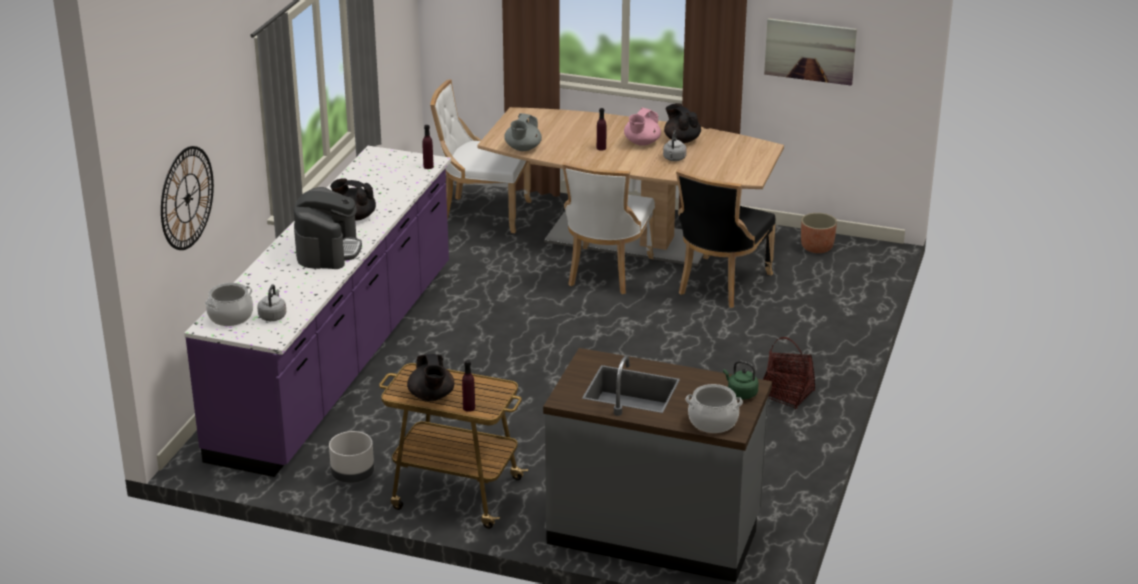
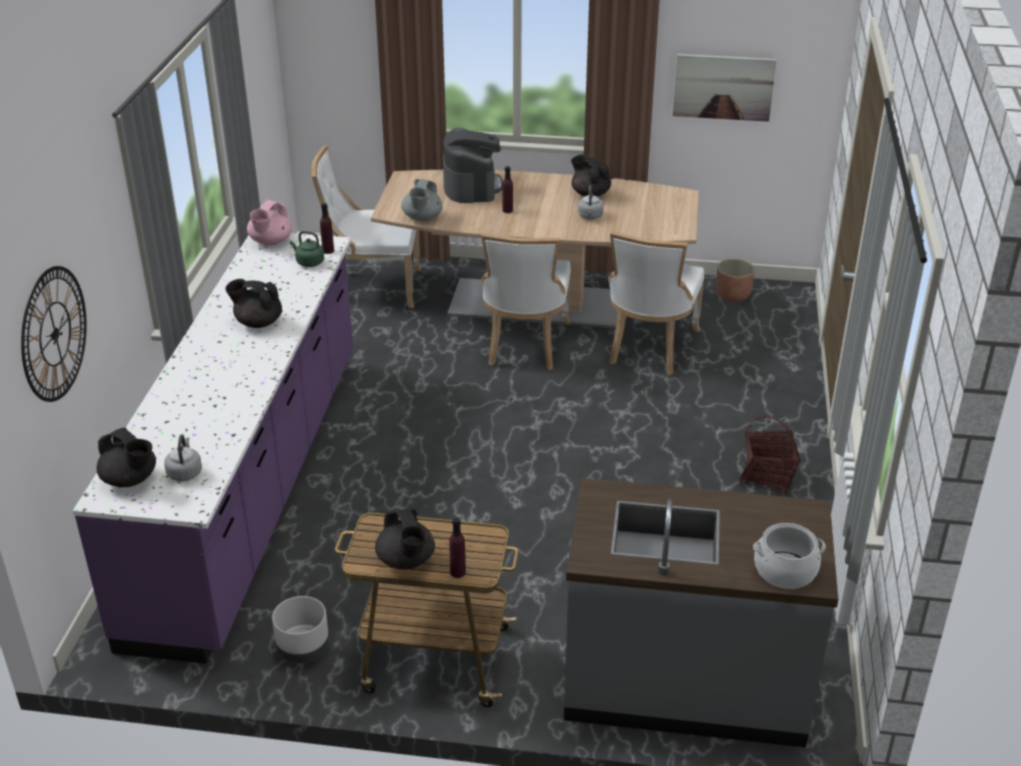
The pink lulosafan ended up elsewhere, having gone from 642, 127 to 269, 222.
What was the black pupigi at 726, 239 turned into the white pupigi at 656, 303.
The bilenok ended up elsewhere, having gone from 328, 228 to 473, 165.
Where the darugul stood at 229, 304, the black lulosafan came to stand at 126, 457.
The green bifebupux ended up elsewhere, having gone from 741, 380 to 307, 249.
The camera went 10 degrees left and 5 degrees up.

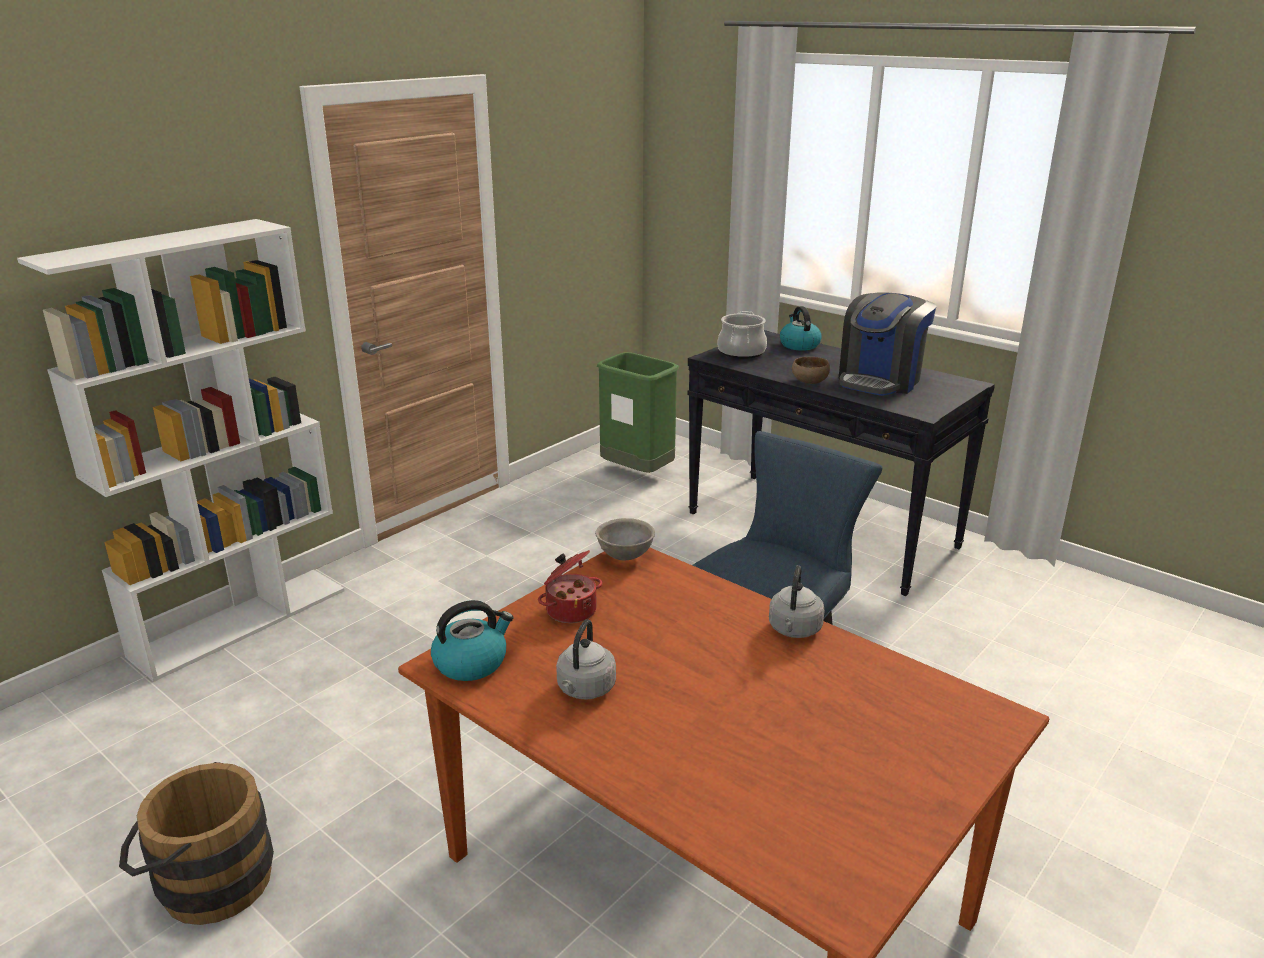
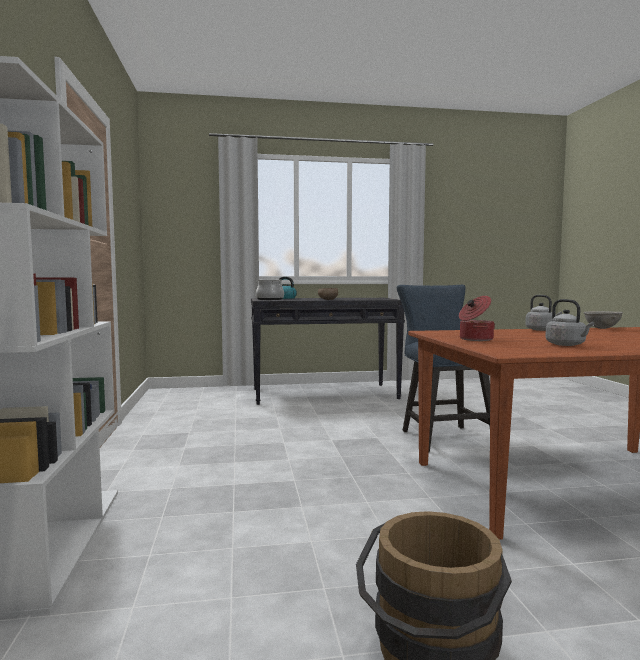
The second view lost the bilenok at 887, 344.
The second view lost the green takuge at 638, 412.
The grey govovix ended up elsewhere, having gone from 625, 539 to 603, 320.
The second view lost the bifebupux at 472, 640.
The camera went 50 degrees left and 20 degrees down.

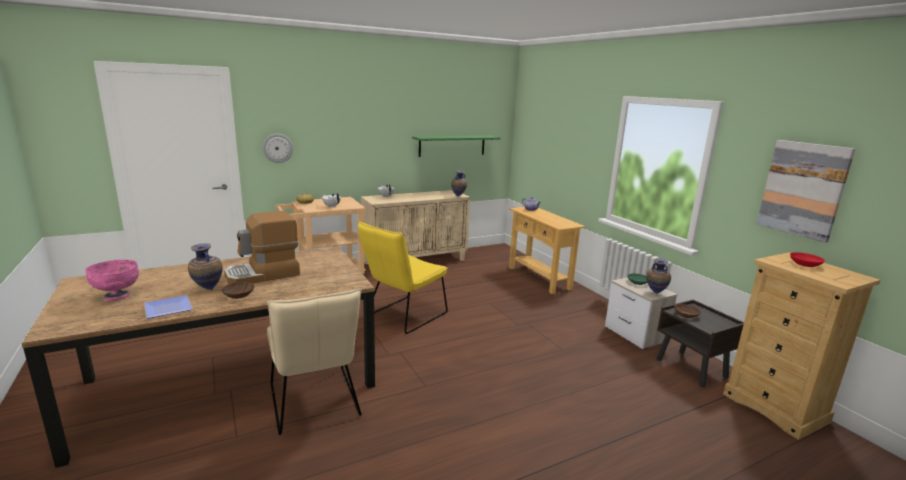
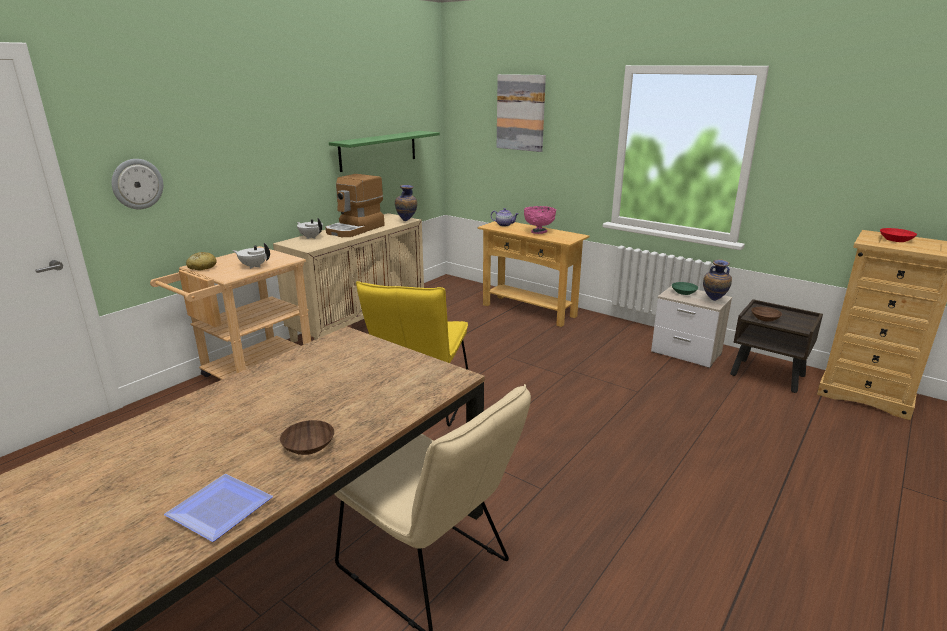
The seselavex ended up elsewhere, having gone from 806, 191 to 521, 113.
The bilenok ended up elsewhere, having gone from 262, 247 to 355, 205.
The second view lost the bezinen at 205, 266.
The pink govovix ended up elsewhere, having gone from 112, 280 to 540, 220.
The camera went 25 degrees left and 5 degrees up.

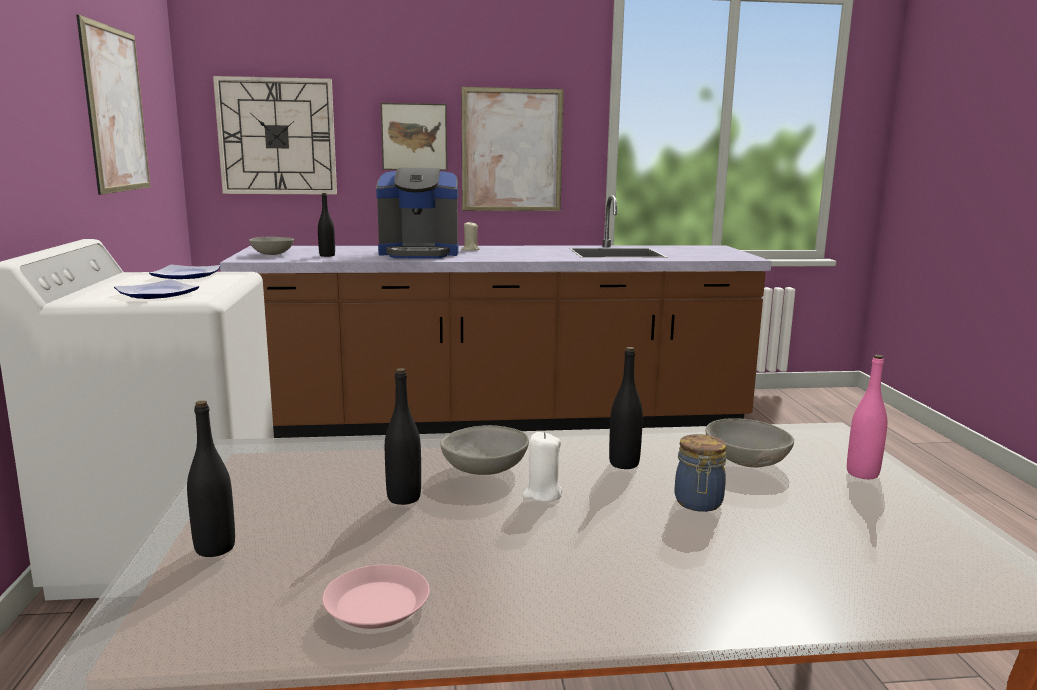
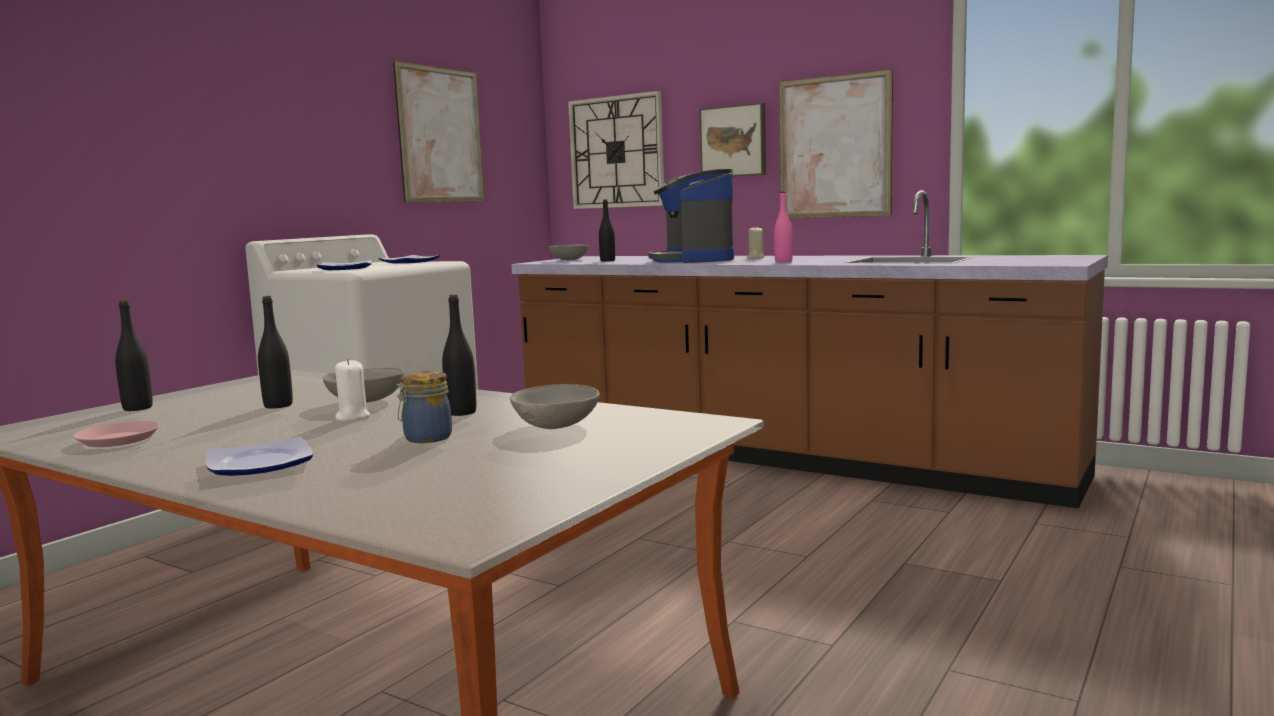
The bilenok at 417, 213 ended up facing another way, 45 degrees clockwise from before.
The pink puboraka ended up elsewhere, having gone from 867, 417 to 783, 227.
The second view gained the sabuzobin at 259, 456.
The camera went 40 degrees right and 5 degrees down.

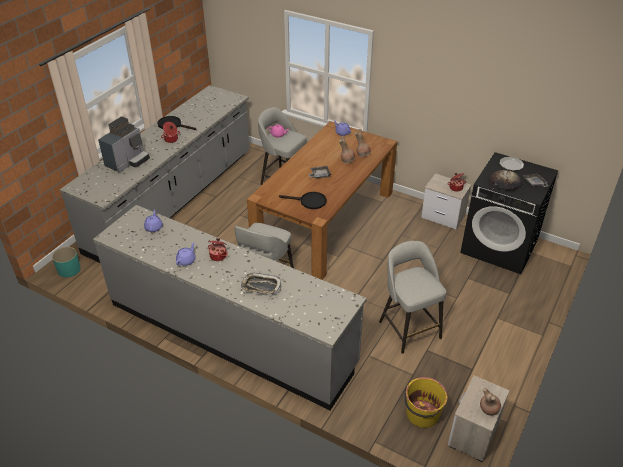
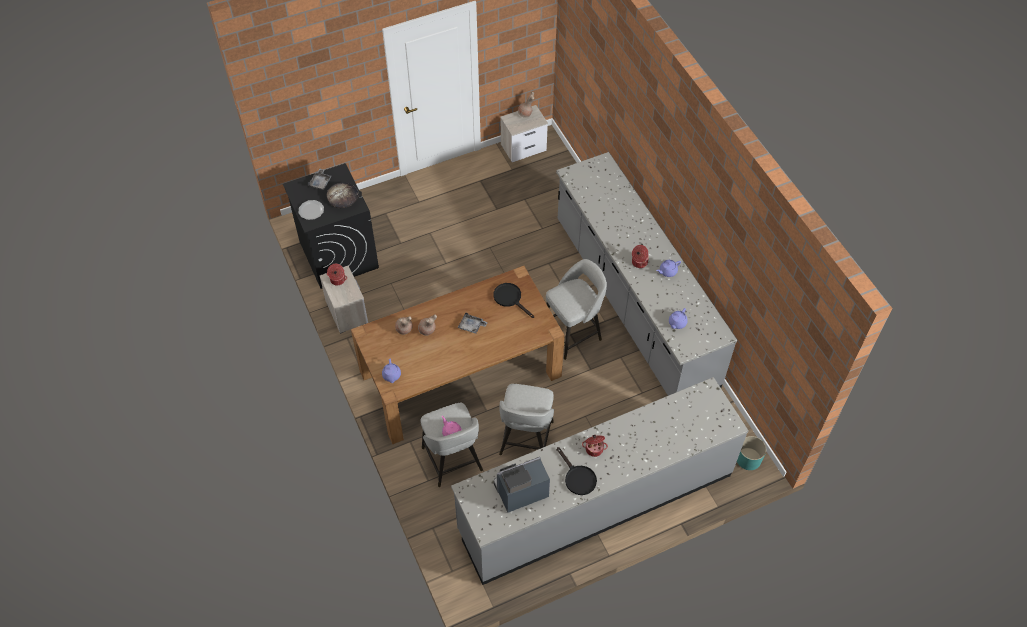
The bilenok ended up elsewhere, having gone from 124, 144 to 522, 485.
The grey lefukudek ended up elsewhere, having gone from 412, 297 to 526, 419.
The second view lost the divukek at 261, 284.
The second view lost the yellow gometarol at 426, 402.
The camera went 145 degrees left and 15 degrees up.

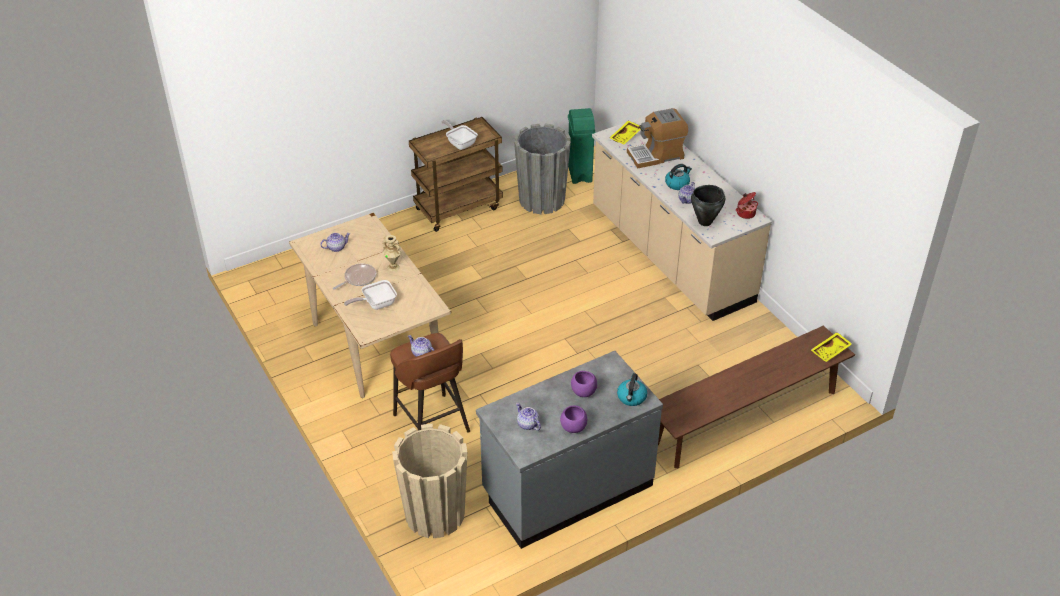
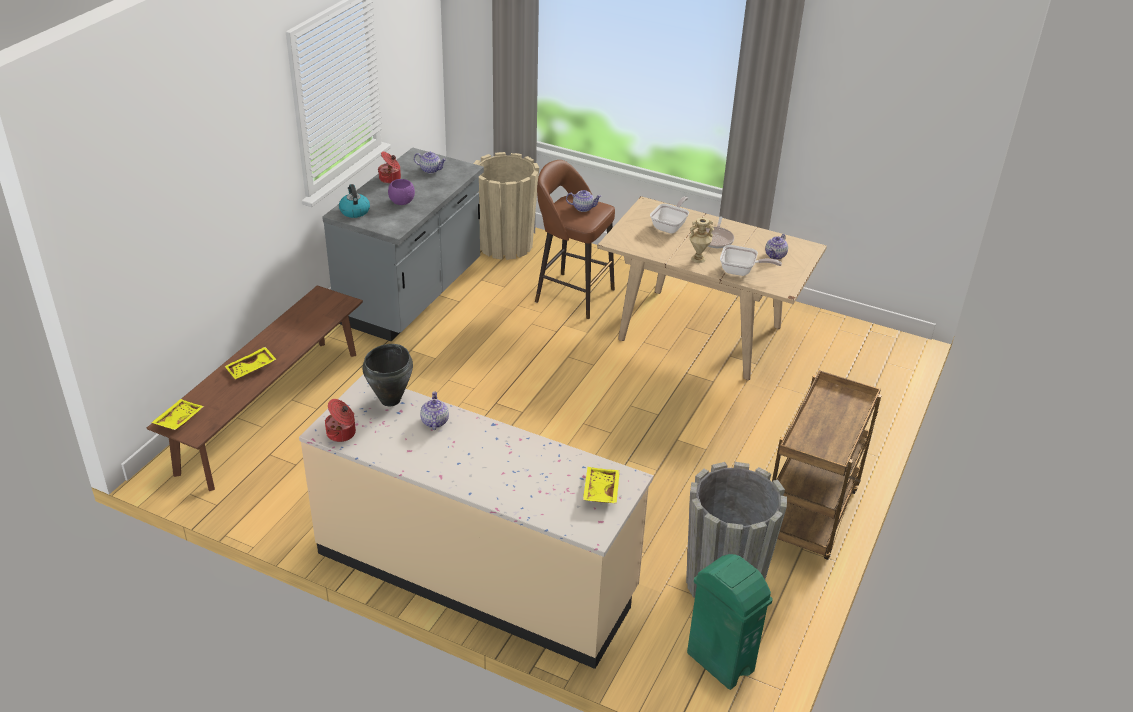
The second view lost the bilenok at 657, 138.
The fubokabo ended up elsewhere, having gone from 459, 135 to 751, 260.
The second view lost the bifebupux at 678, 177.
Where the purple govovix stood at 573, 419, the darugul came to stand at 389, 167.
The second view gained the yellow divukek at 251, 363.
The camera went 145 degrees right and 5 degrees down.

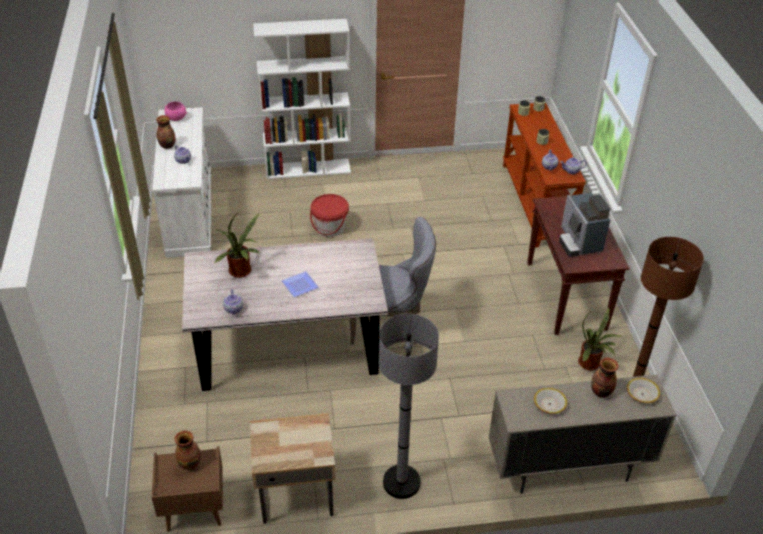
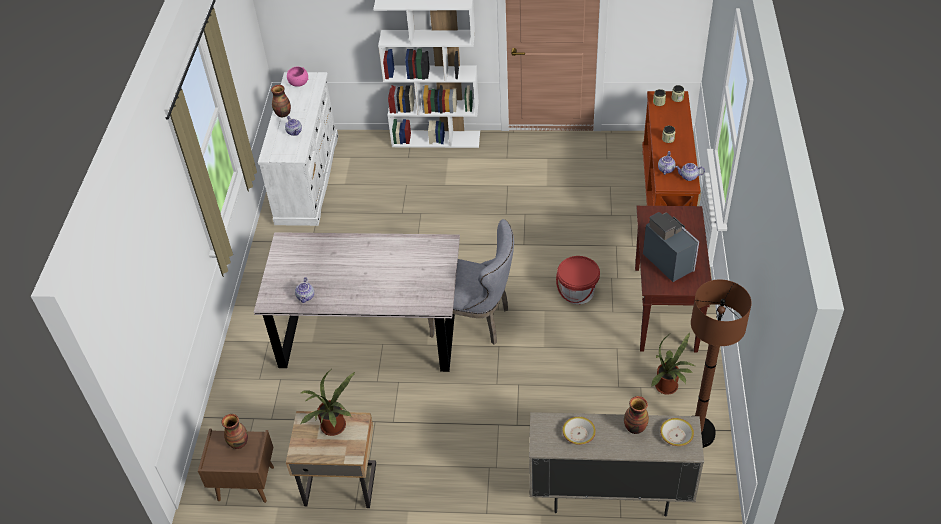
The bilenok at 584, 225 ended up facing another way, 150 degrees clockwise from before.
The red gometarol ended up elsewhere, having gone from 329, 215 to 578, 280.
The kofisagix ended up elsewhere, having gone from 237, 245 to 328, 403.
The second view lost the sabuzobin at 300, 284.
The second view lost the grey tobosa at 409, 406.
The camera went 15 degrees right and 5 degrees up.

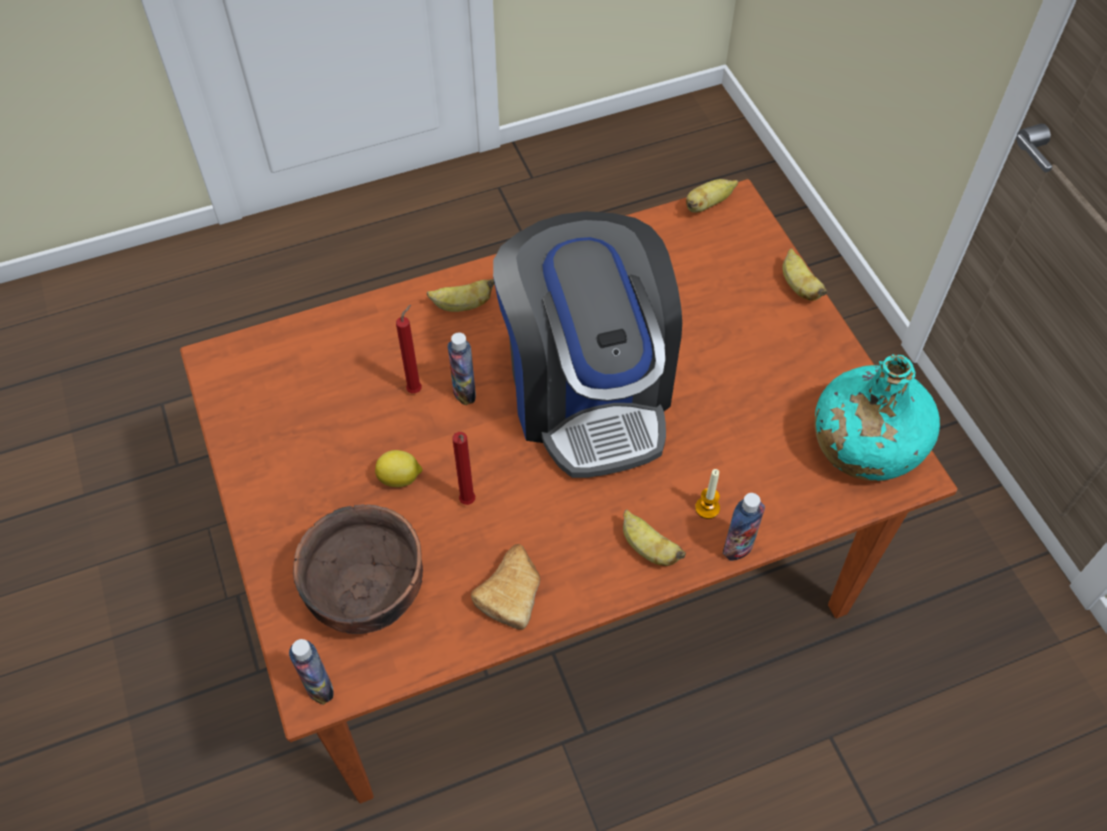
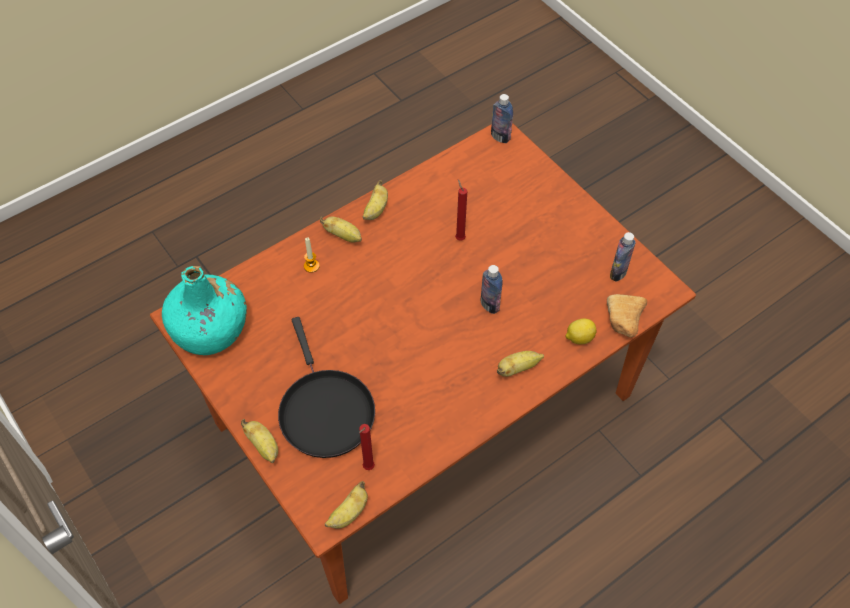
The second view lost the bilenok at 587, 344.
The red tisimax ended up elsewhere, having gone from 409, 349 to 367, 447.
The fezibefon ended up elsewhere, having gone from 399, 468 to 581, 331.
The puboraka ended up elsewhere, having gone from 744, 527 to 623, 257.
The second view lost the brown govovix at 358, 569.
The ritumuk ended up elsewhere, having gone from 505, 587 to 627, 316.
The second view gained the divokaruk at 375, 200.
The second view gained the black fubokabo at 326, 387.
The camera went 165 degrees right and 0 degrees up.

